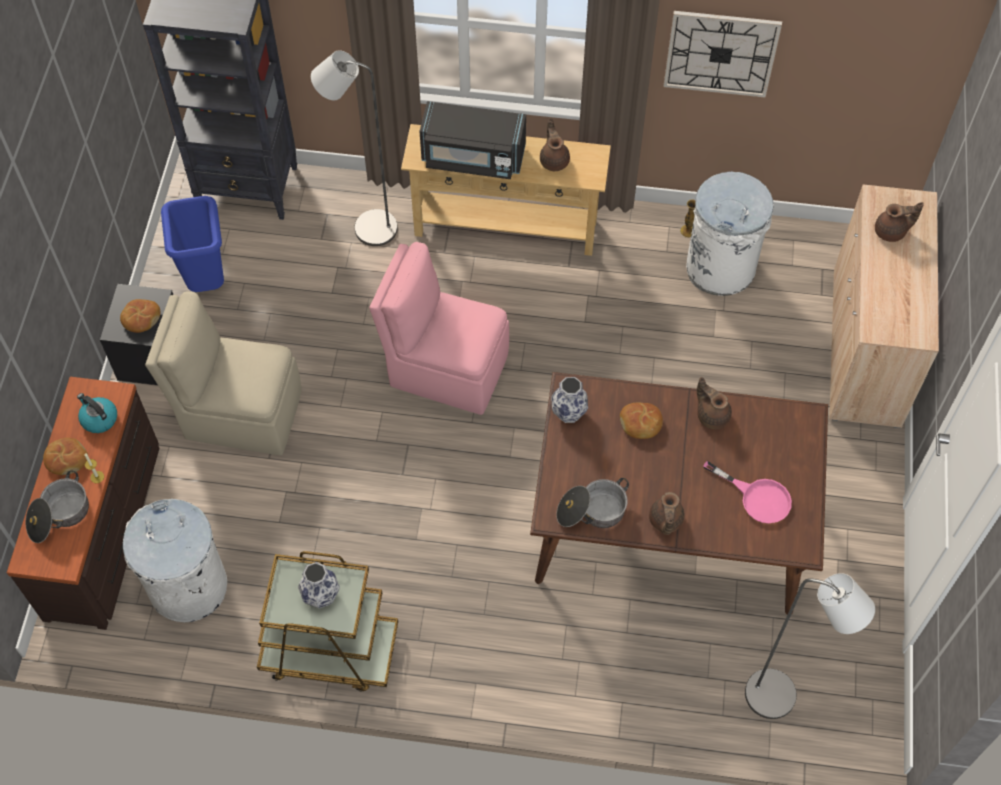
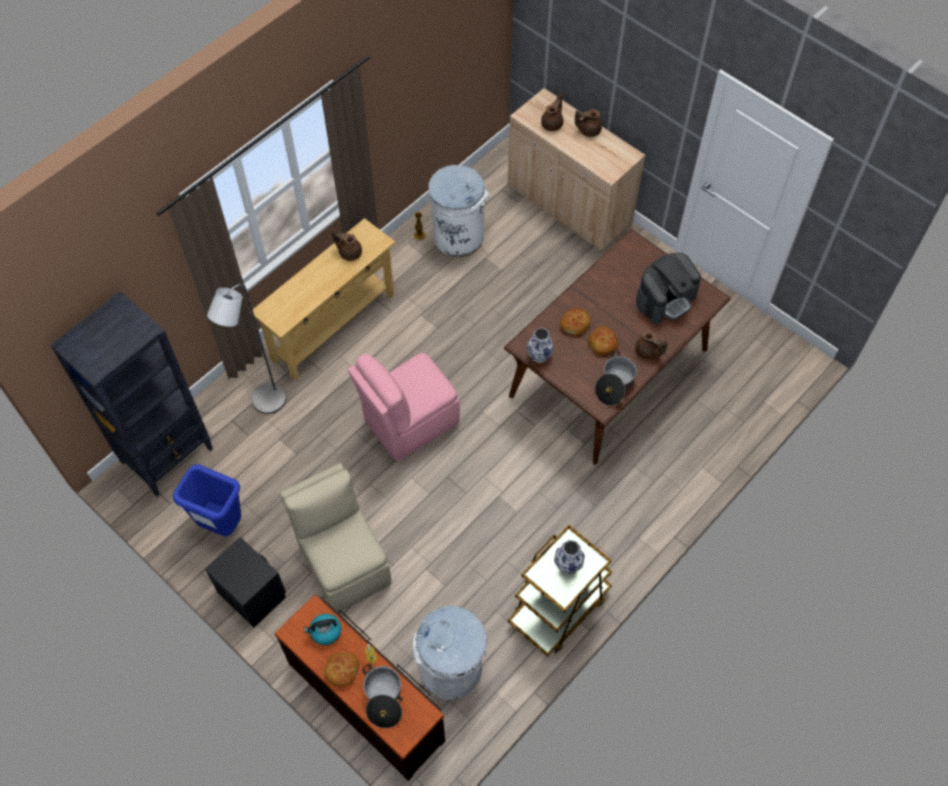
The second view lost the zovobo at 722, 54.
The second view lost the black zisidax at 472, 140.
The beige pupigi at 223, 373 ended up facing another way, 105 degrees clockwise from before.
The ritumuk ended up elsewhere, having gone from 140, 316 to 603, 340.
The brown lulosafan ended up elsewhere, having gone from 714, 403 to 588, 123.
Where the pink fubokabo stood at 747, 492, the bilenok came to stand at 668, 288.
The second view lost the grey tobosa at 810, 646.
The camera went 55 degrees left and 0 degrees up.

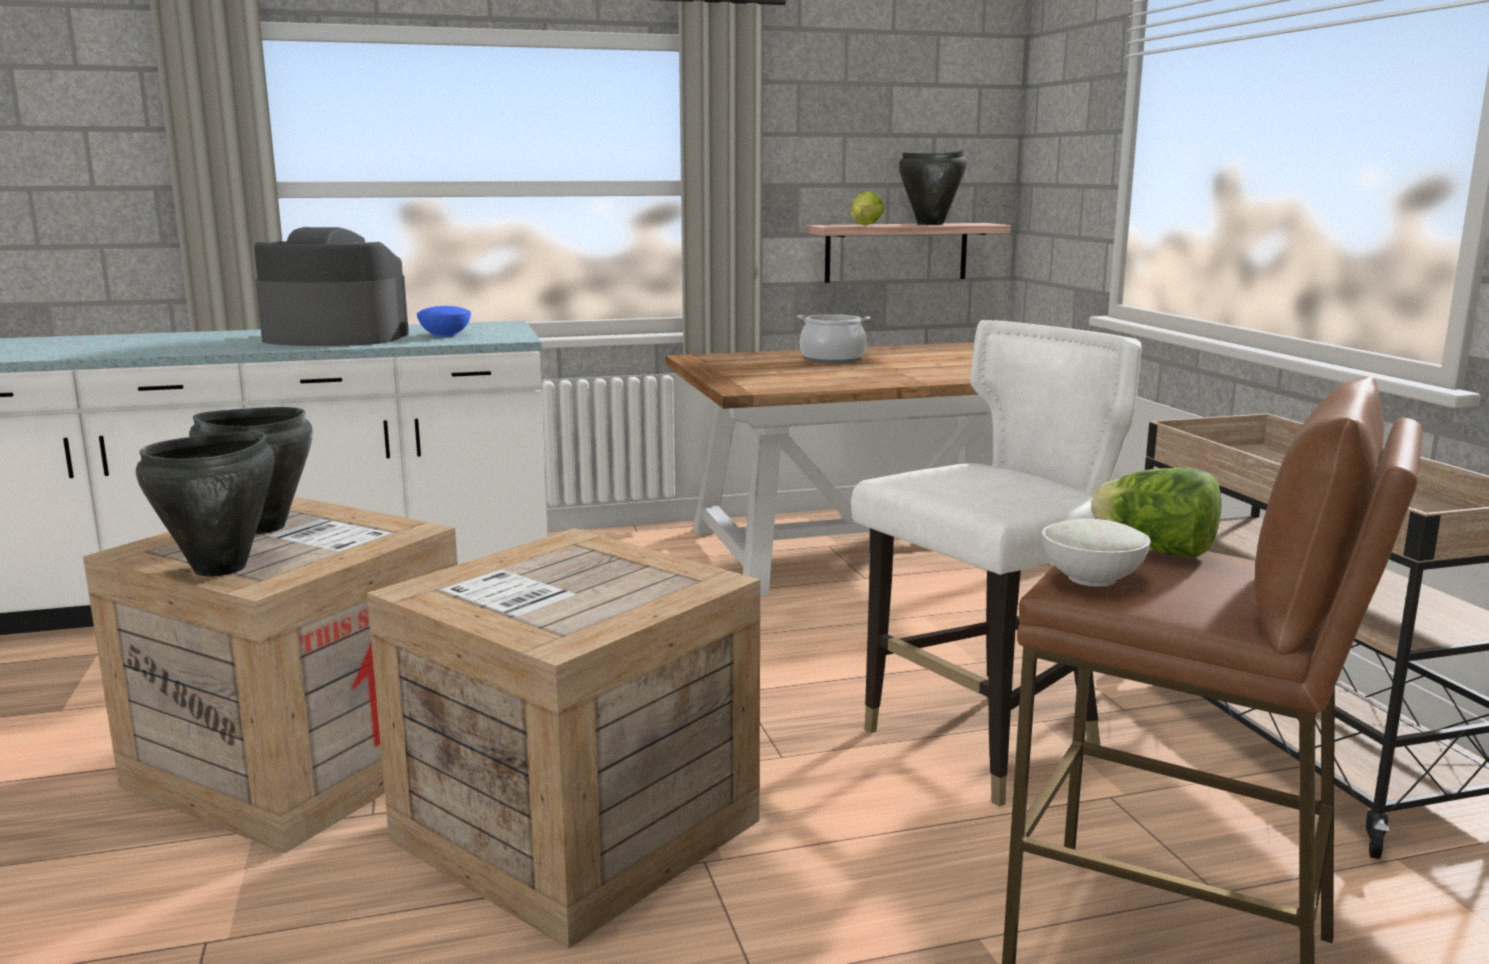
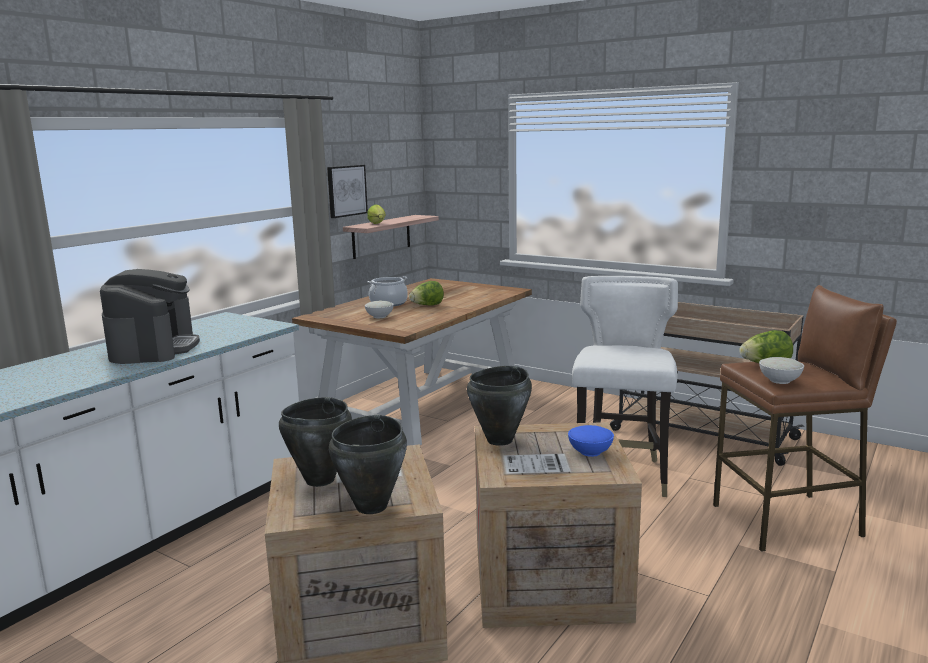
The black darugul ended up elsewhere, having gone from 933, 187 to 499, 406.
The bilenok at 331, 286 ended up facing another way, 120 degrees clockwise from before.
The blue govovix ended up elsewhere, having gone from 444, 321 to 591, 441.
The second view gained the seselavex at 347, 191.
The second view gained the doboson at 426, 293.
The second view gained the white govovix at 379, 309.
The camera went 40 degrees left and 0 degrees up.

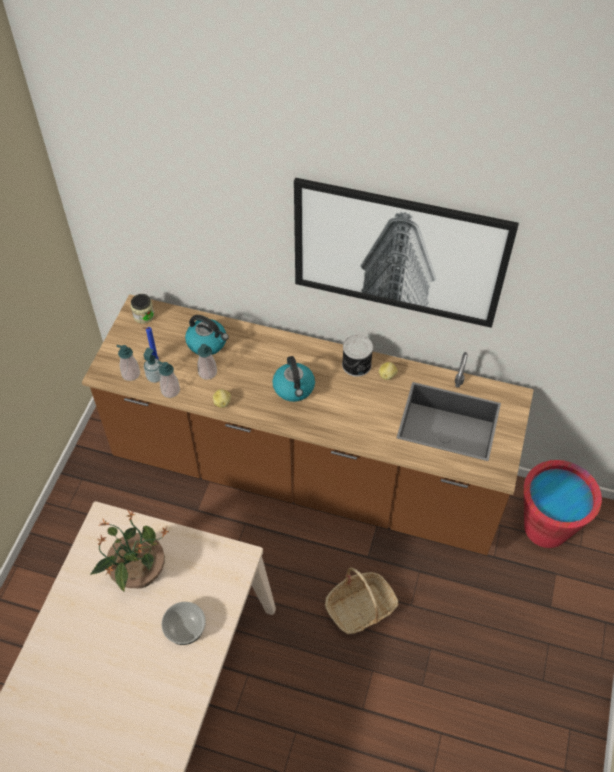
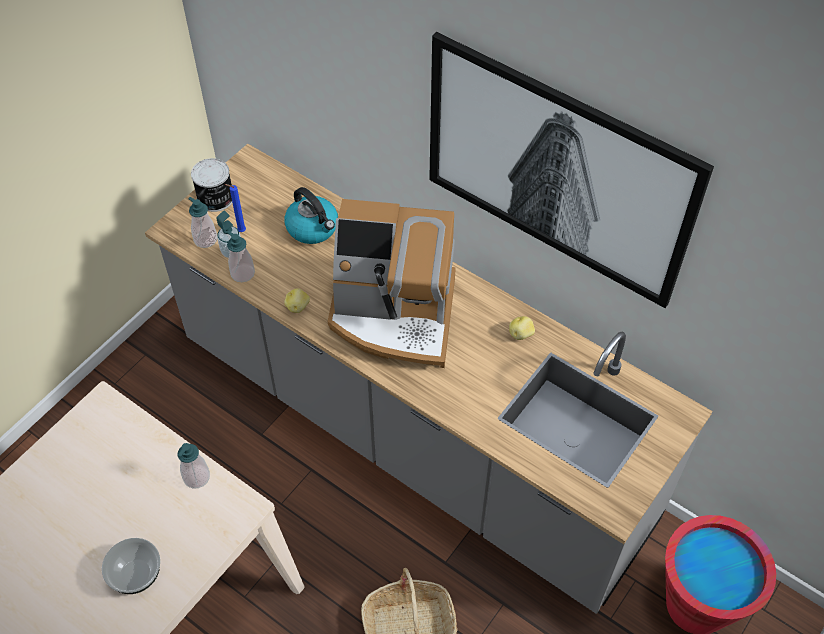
What was the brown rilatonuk at 308, 424 turned into the grey rilatonuk at 429, 379.
The second view lost the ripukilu at 143, 309.
The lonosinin ended up elsewhere, having gone from 357, 356 to 211, 185.
The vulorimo ended up elsewhere, having gone from 207, 362 to 194, 466.
Where the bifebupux stood at 293, 379, the bilenok came to stand at 392, 283.
The second view lost the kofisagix at 129, 551.
The camera went 20 degrees right and 0 degrees up.

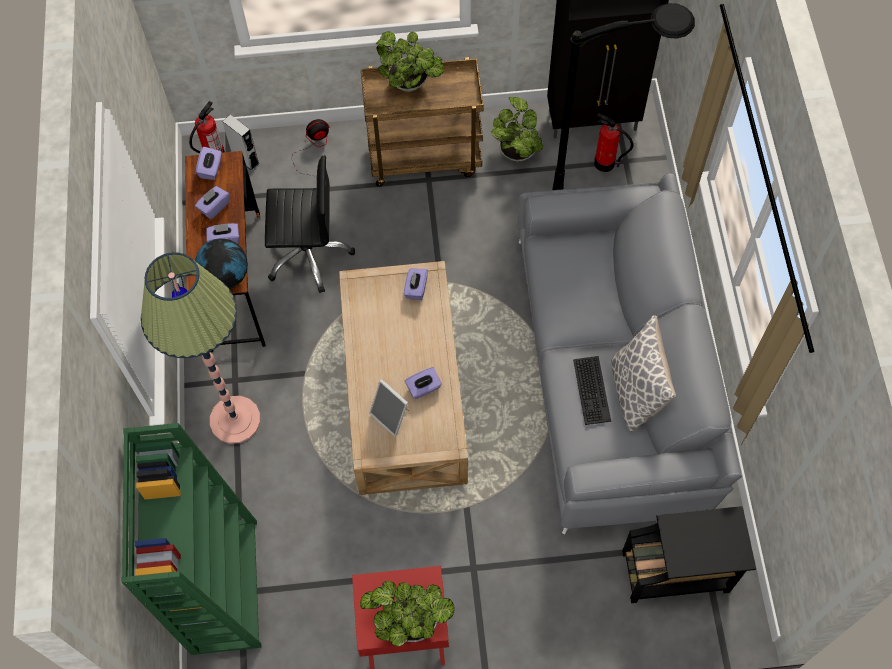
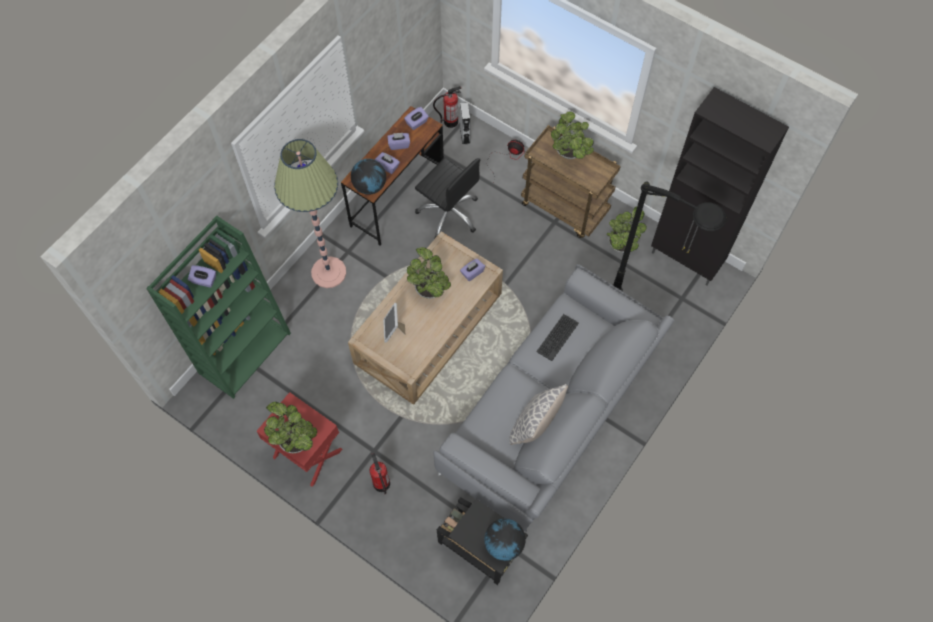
The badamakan ended up elsewhere, having gone from 613, 142 to 380, 474.
The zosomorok ended up elsewhere, having gone from 592, 390 to 557, 337.
The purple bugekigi ended up elsewhere, having gone from 423, 383 to 202, 276.
The second view gained the kofisagix at 429, 273.
The second view gained the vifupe at 505, 540.
The camera went 40 degrees right and 0 degrees up.

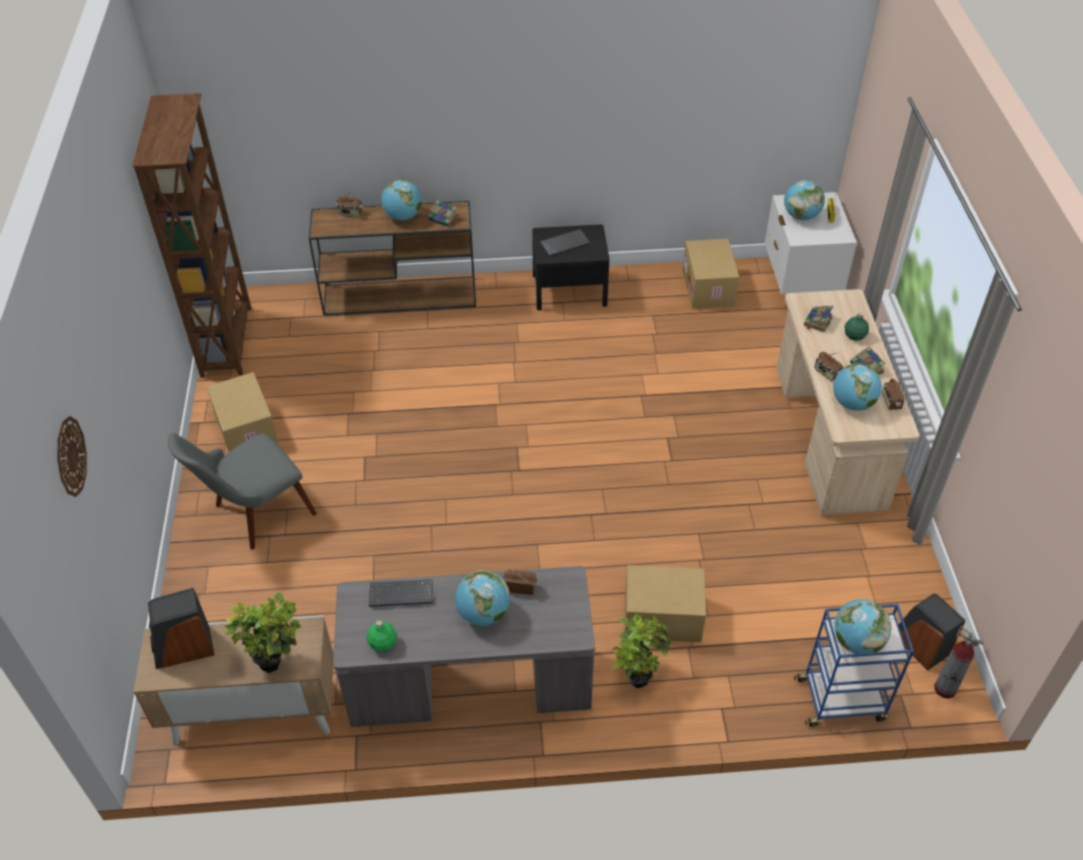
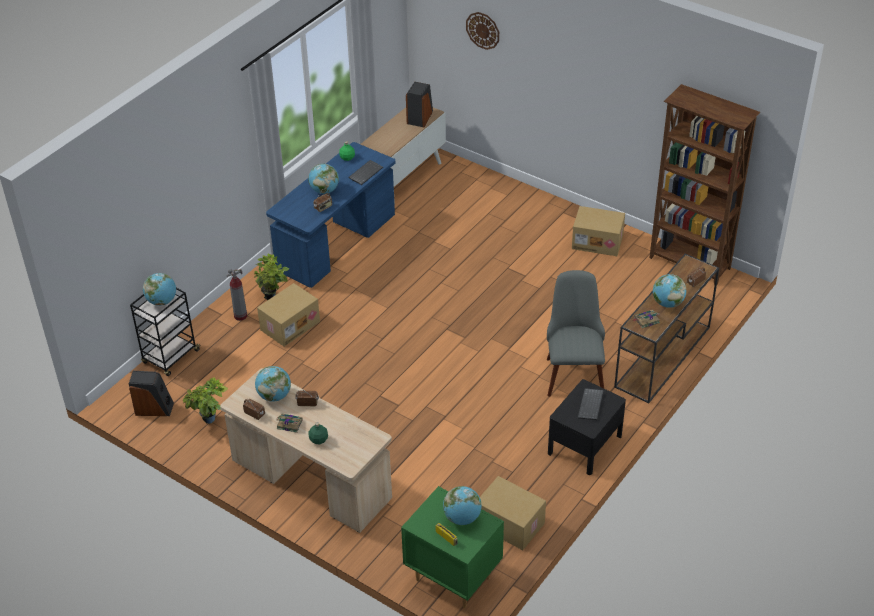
What was the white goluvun at 811, 251 turned into the green goluvun at 452, 547.
The second view lost the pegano at 818, 319.
The grey pupigi ended up elsewhere, having gone from 242, 491 to 576, 333.
What was the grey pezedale at 464, 646 turned into the blue pezedale at 330, 215.
The kofisagix ended up elsewhere, having gone from 262, 632 to 205, 401.
What was the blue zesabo at 854, 665 turned into the black zesabo at 165, 332.
The badamakan ended up elsewhere, having gone from 959, 662 to 237, 295.
The camera went 130 degrees right and 5 degrees down.

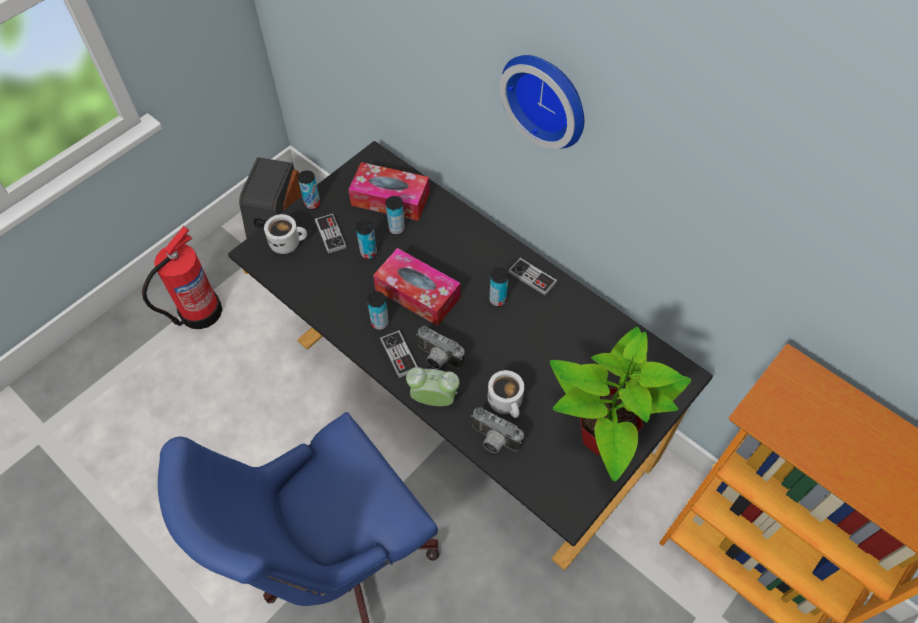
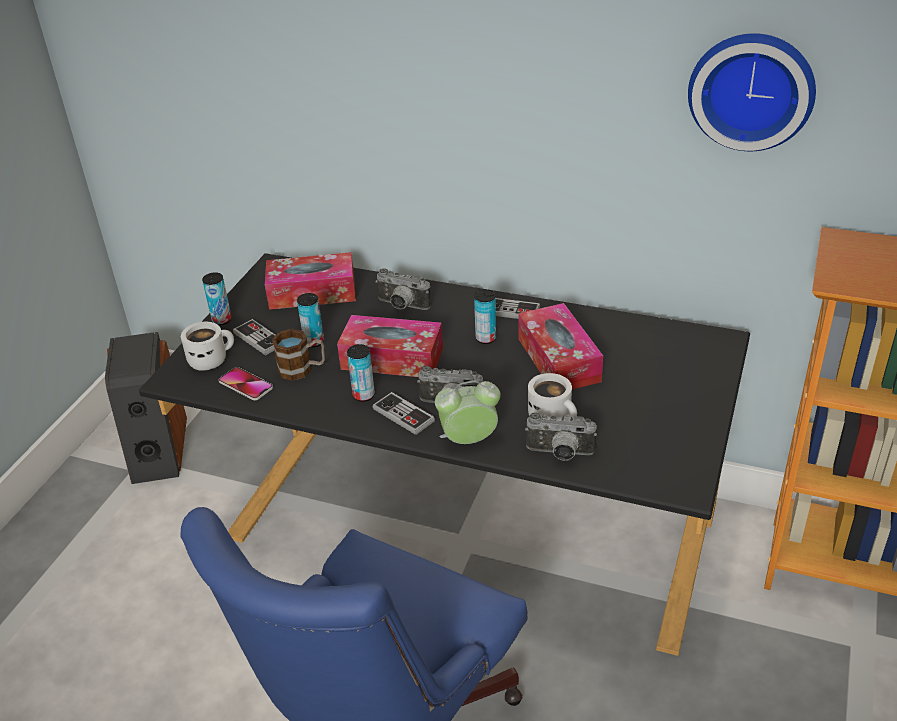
The zovobo ended up elsewhere, having gone from 542, 102 to 752, 92.
The second view lost the lonosinin at 395, 215.
The second view lost the badamakan at 182, 277.
The second view lost the kofisagix at 620, 404.
The second view gained the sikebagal at 403, 289.
The second view gained the bugekigi at 560, 346.
The second view gained the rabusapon at 298, 355.
The second view gained the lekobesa at 246, 383.
The camera went 20 degrees left and 20 degrees down.

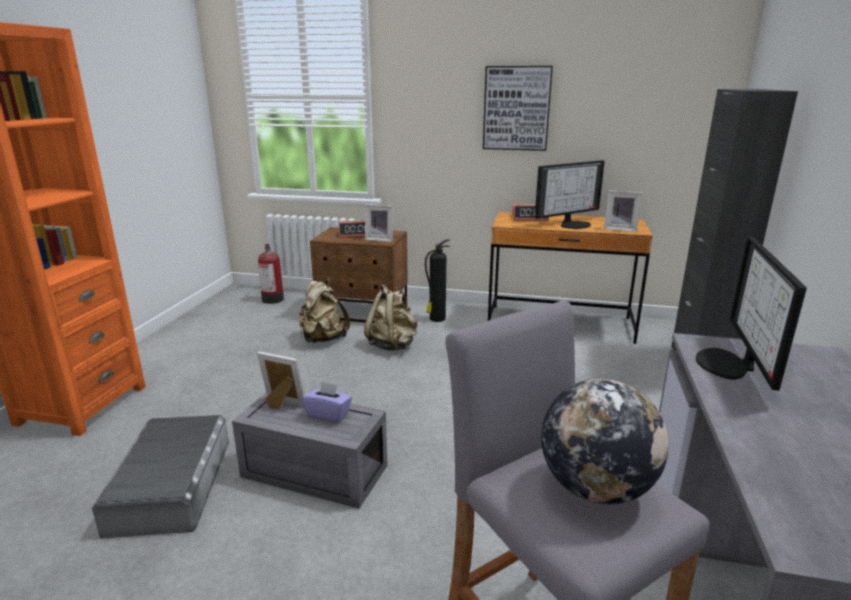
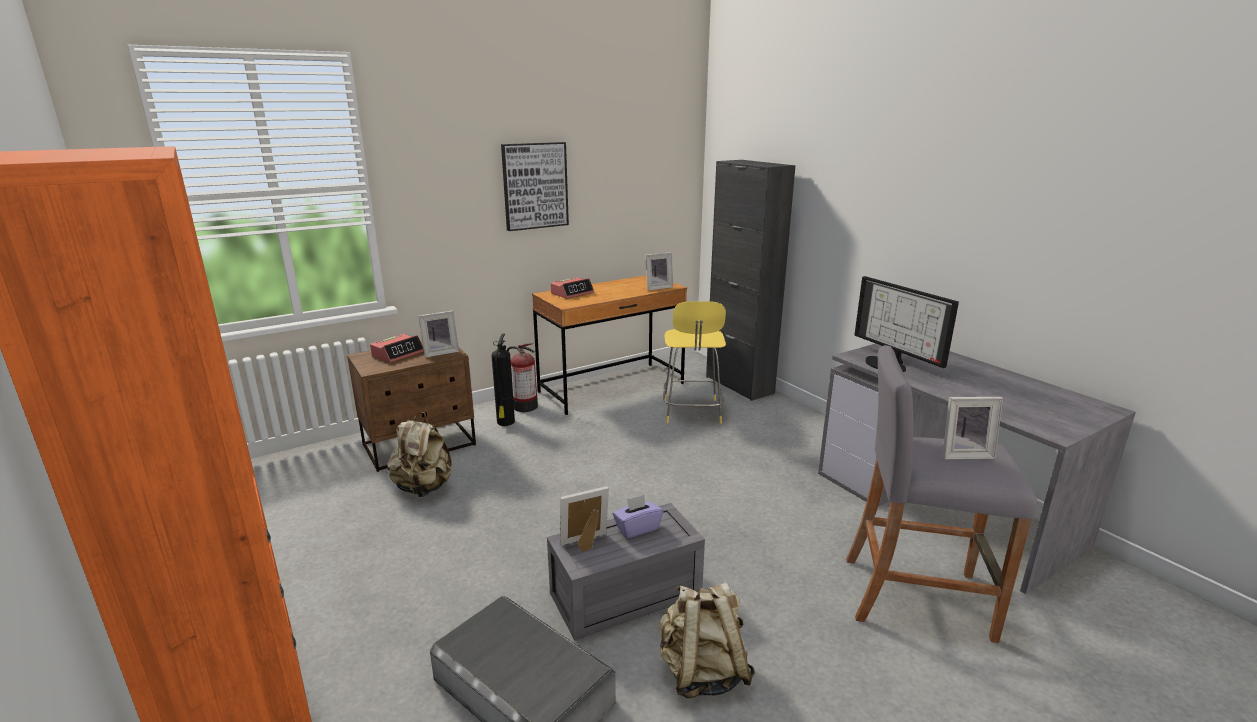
The second view lost the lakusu at 570, 194.
The badamakan ended up elsewhere, having gone from 271, 274 to 522, 377.
The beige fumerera ended up elsewhere, having gone from 390, 317 to 707, 640.
Where the vifupe stood at 605, 441, the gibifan came to stand at 972, 428.
The second view gained the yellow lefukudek at 694, 362.
The camera went 45 degrees left and 0 degrees up.

